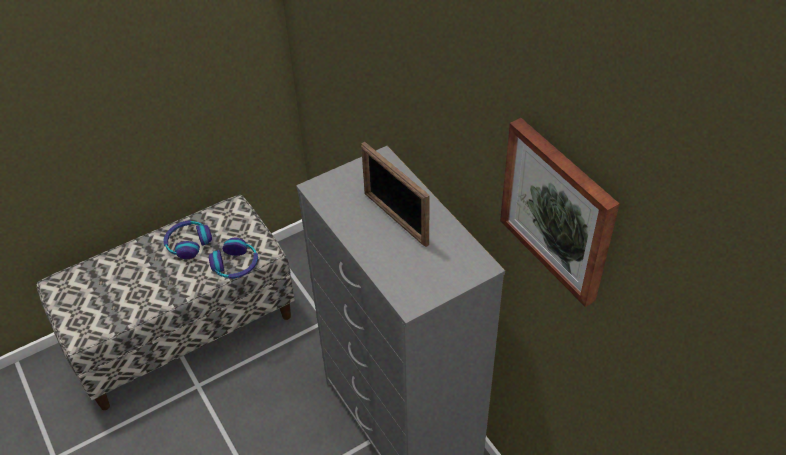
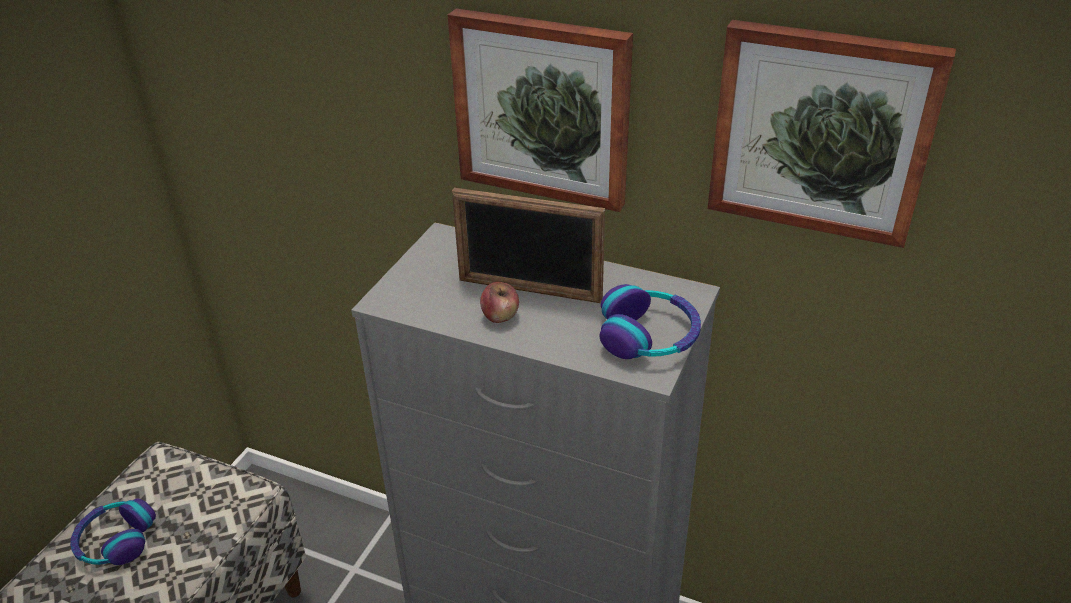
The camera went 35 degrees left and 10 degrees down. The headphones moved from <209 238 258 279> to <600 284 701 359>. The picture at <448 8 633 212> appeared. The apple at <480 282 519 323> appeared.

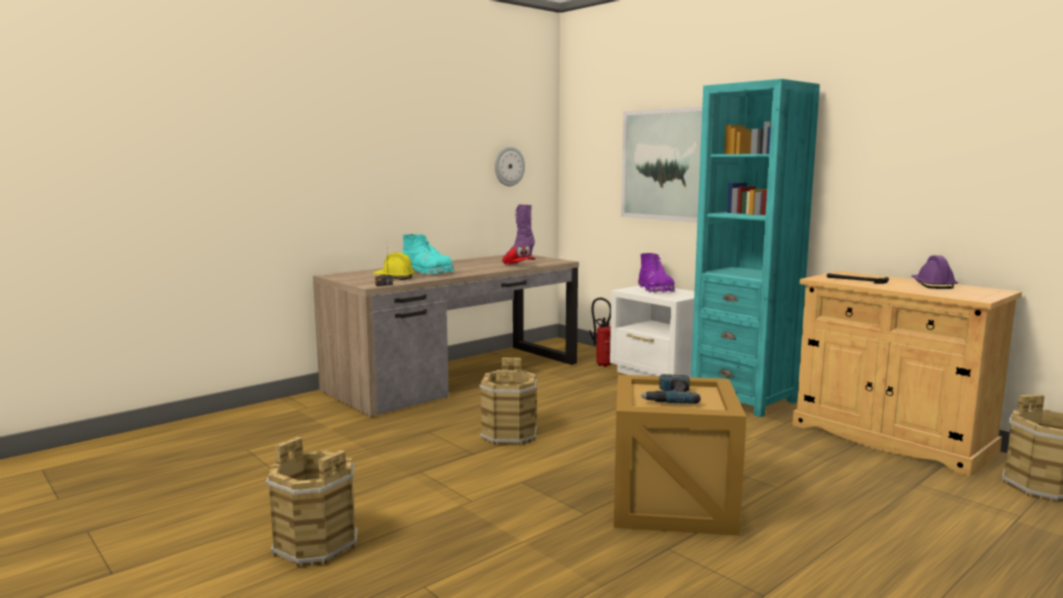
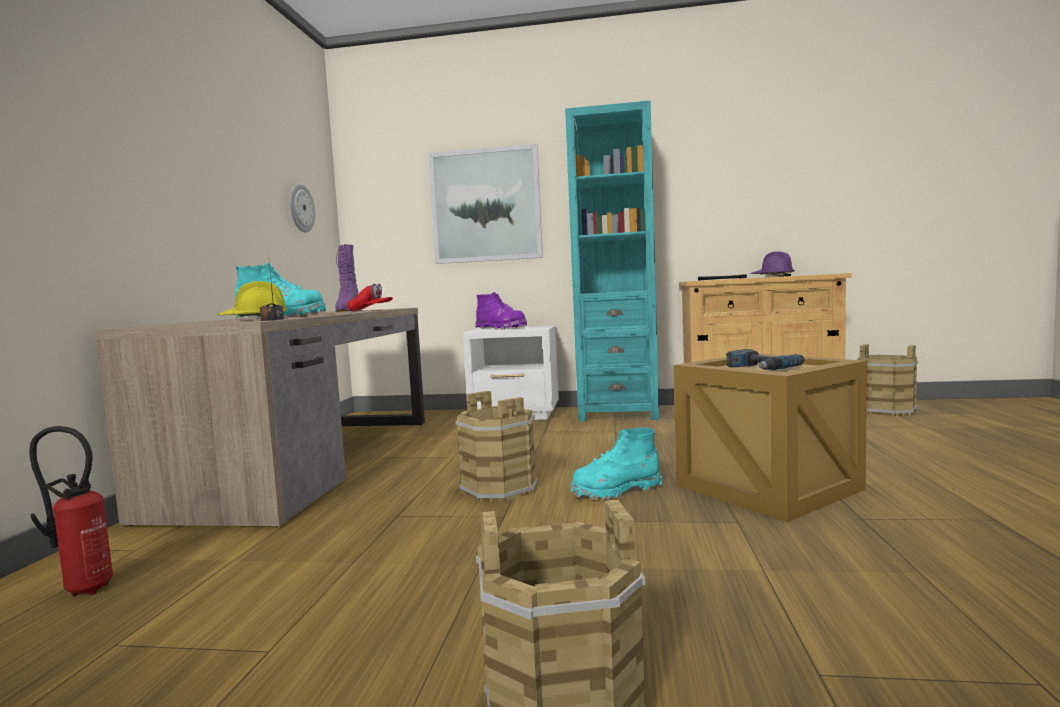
The camera went 40 degrees left and 5 degrees down. The fire extinguisher moved from <590 298 611 367> to <29 426 113 596>. The boot in turquoise at <571 427 662 500> appeared.

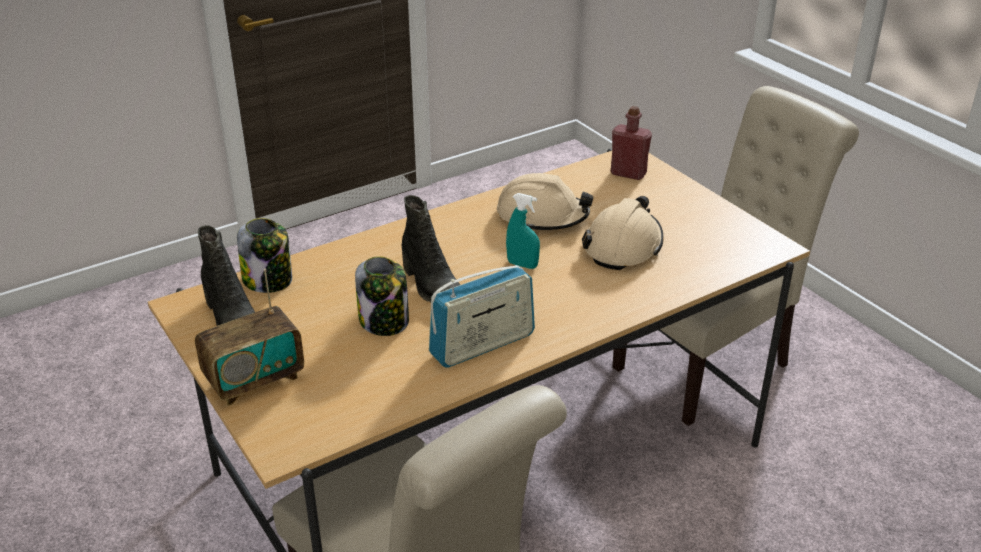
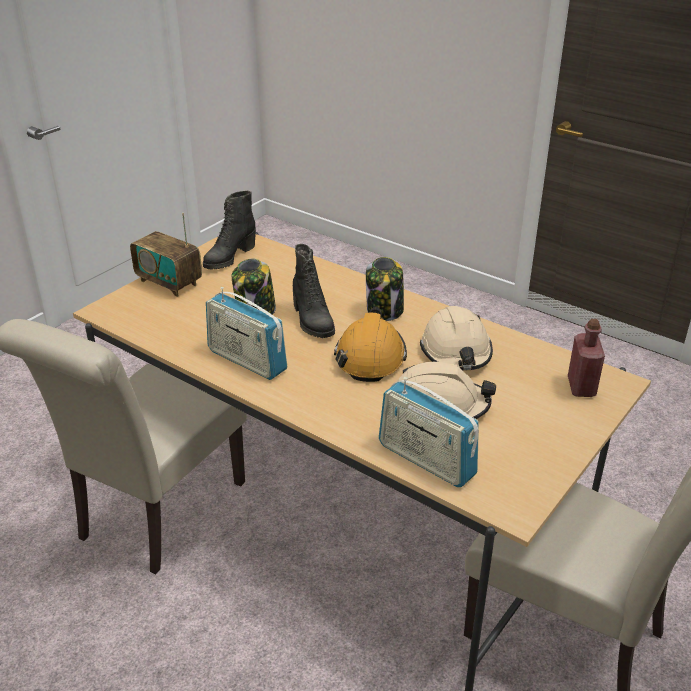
The camera went 70 degrees right and 0 degrees up. The jar moved from <237 218 292 293> to <366 257 404 321>. The boot in black at <402 195 460 303> turned 60 degrees counterclockwise. The spray bottle in turquoise at <506 193 540 269> was replaced by the hard hat in orange at <334 307 407 382>. The radio at <379 377 479 487> appeared.

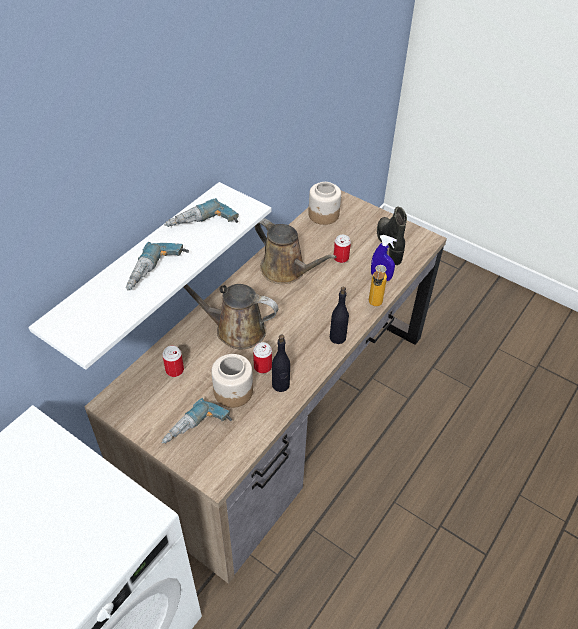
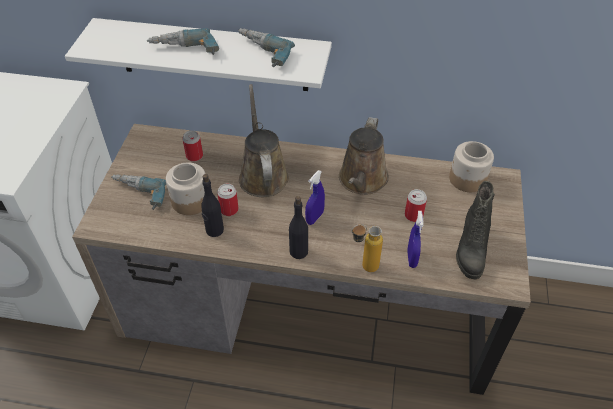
The camera went 65 degrees right and 0 degrees up. The boot in black at <377 206 407 265> turned 135 degrees clockwise. The spray bottle in blue at <305 170 325 225> appeared.

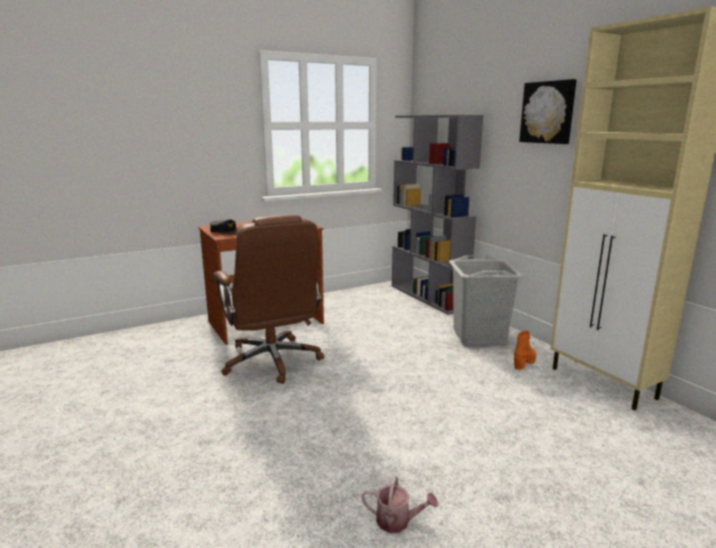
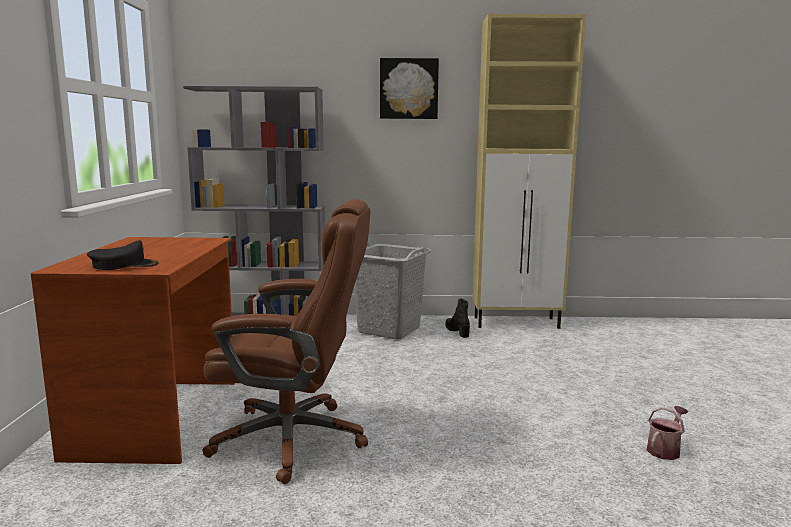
The camera went 60 degrees left and 5 degrees down. The boot in orange at <514 331 536 370> became the boot in black at <445 298 470 338>.

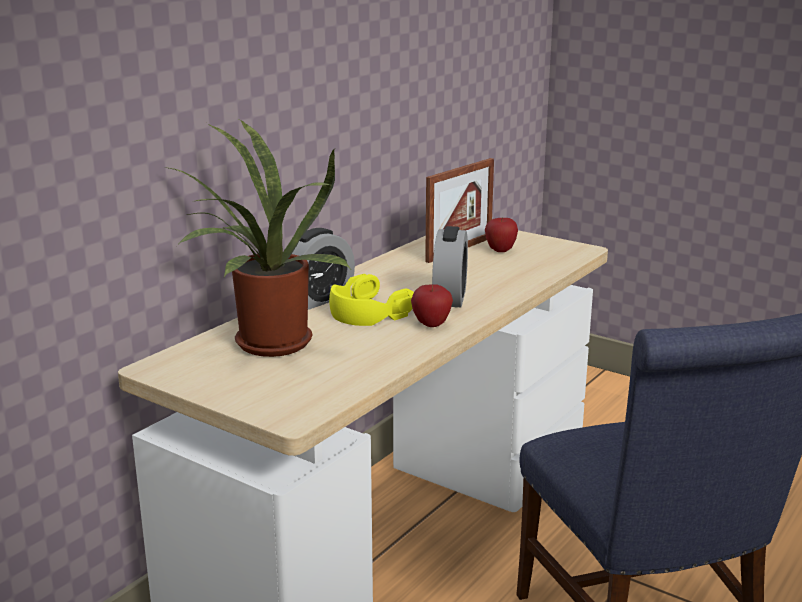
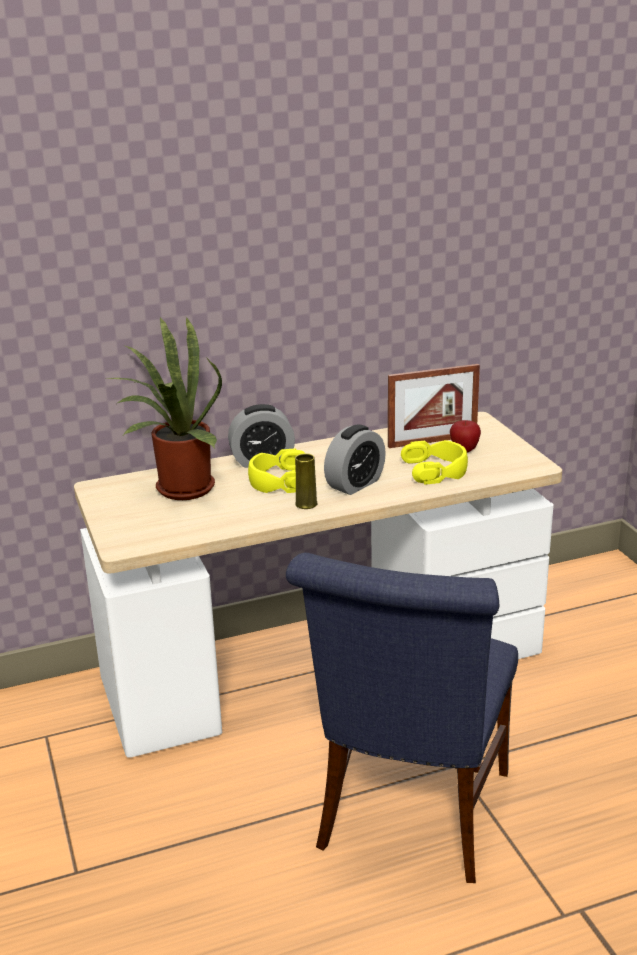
The camera went 35 degrees right and 5 degrees up. The apple at <411 285 453 327> was replaced by the vase in yellow at <295 453 318 509>. The headphones in yellow at <401 440 468 484> appeared.

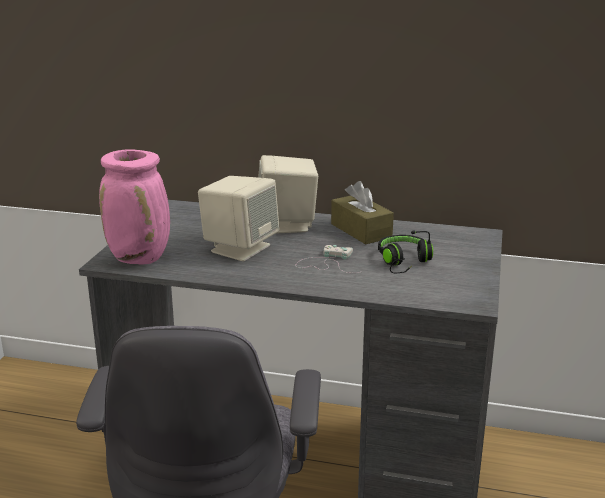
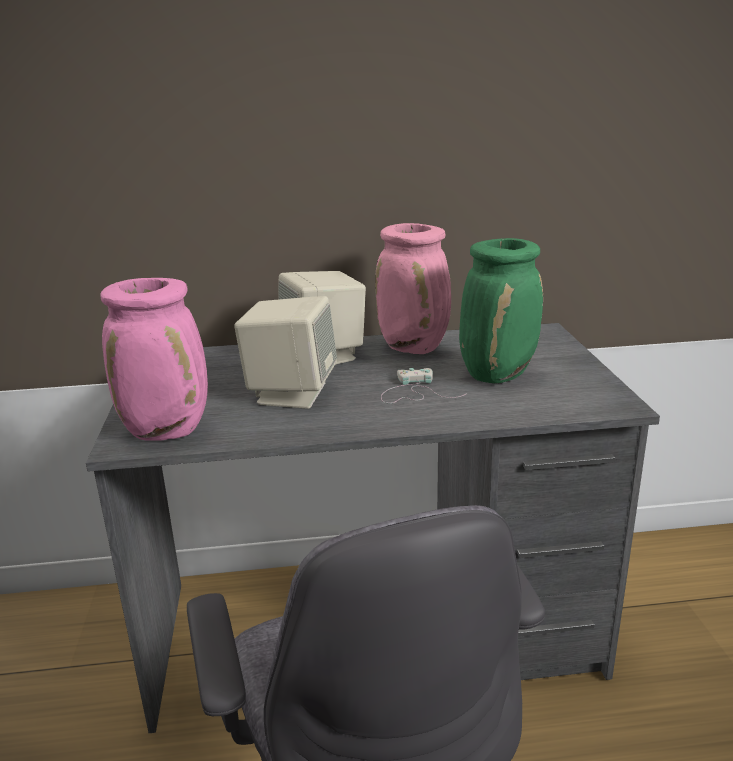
The camera went 20 degrees left and 0 degrees up. The tissue box in brown at <331 181 394 244> was replaced by the vase in pink at <375 223 451 354>. The headphones in black at <378 231 433 273> was replaced by the vase in green at <459 238 543 383>.

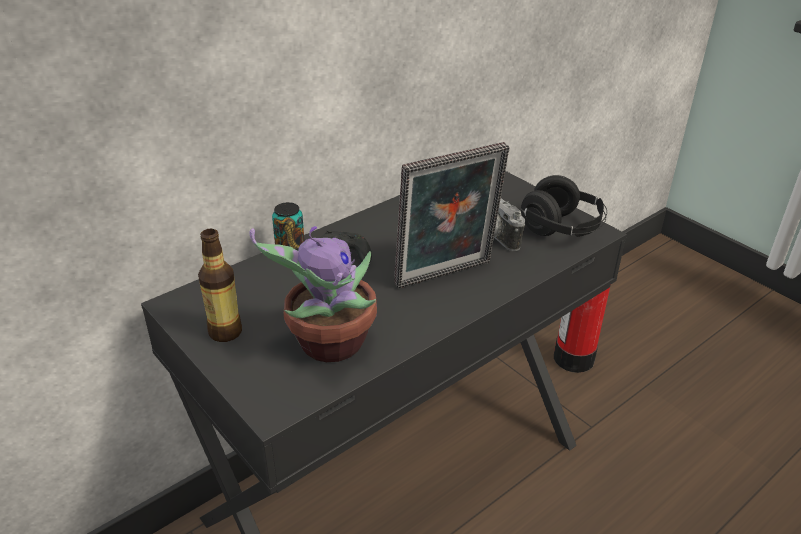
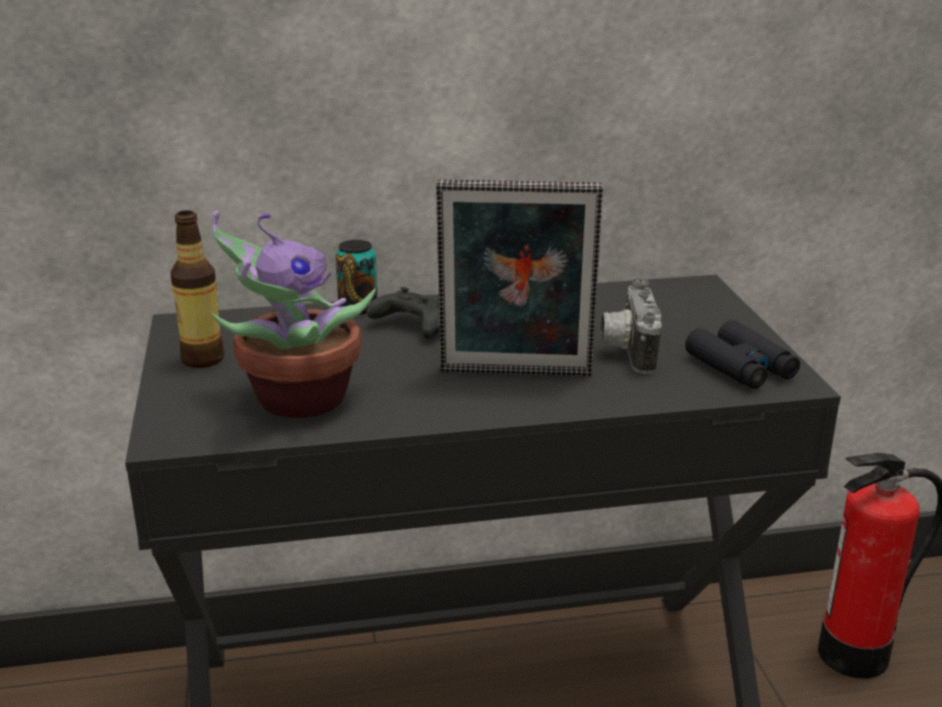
The camera went 30 degrees right and 10 degrees down. The headphones in black at <520 175 607 237> was replaced by the binoculars in black at <685 320 800 389>.

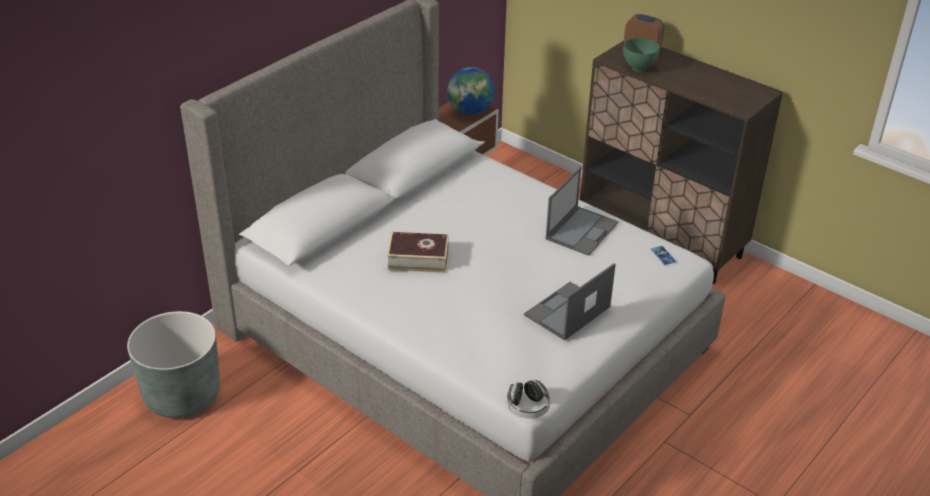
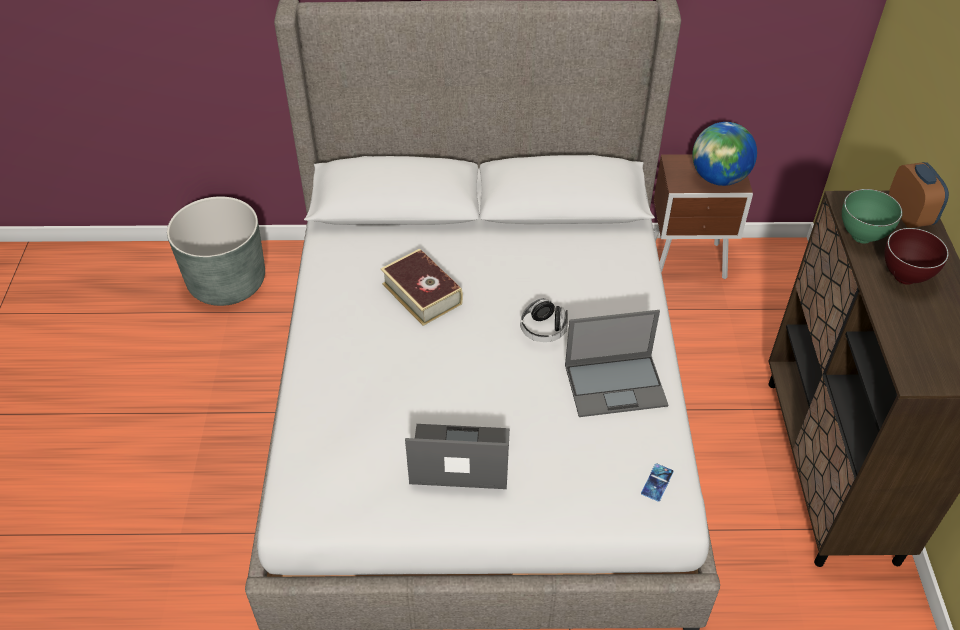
The camera went 50 degrees right and 10 degrees up. The headphones moved from <507 380 551 419> to <520 298 568 342>. The bowl in brown at <884 228 949 285> appeared.

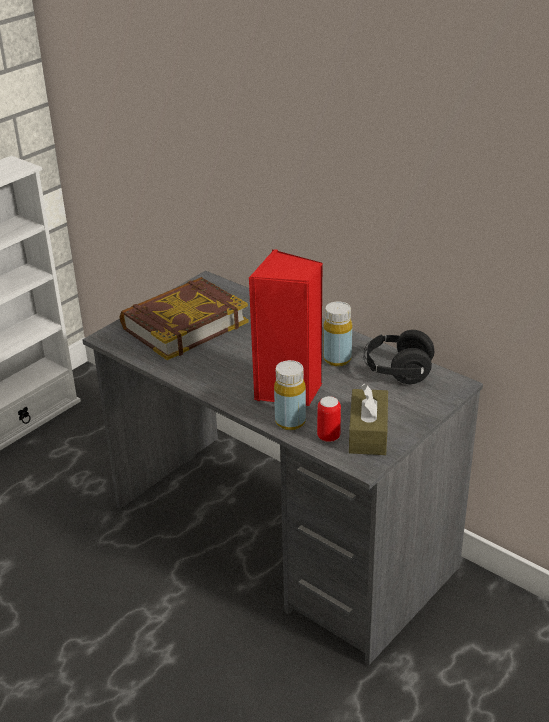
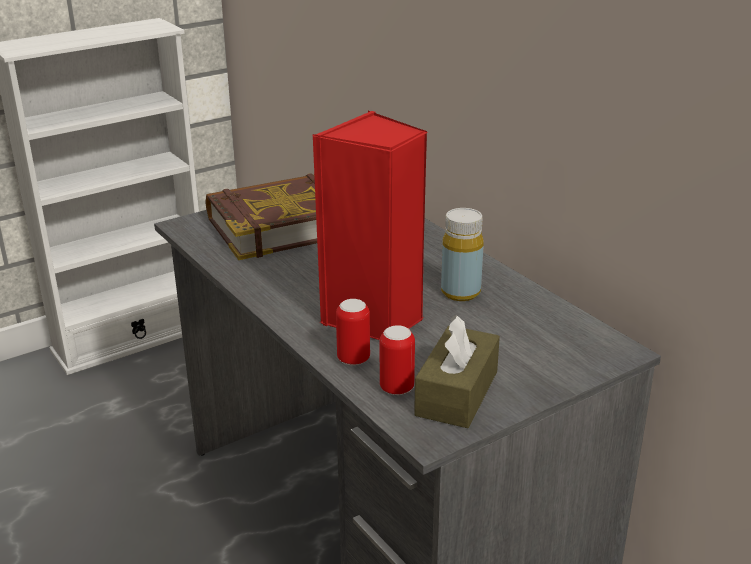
The camera went 15 degrees right and 5 degrees down. The bottle in yellow at <274 360 306 430> was replaced by the can at <336 299 370 365>. The headphones in black at <364 330 434 384> disappeared.

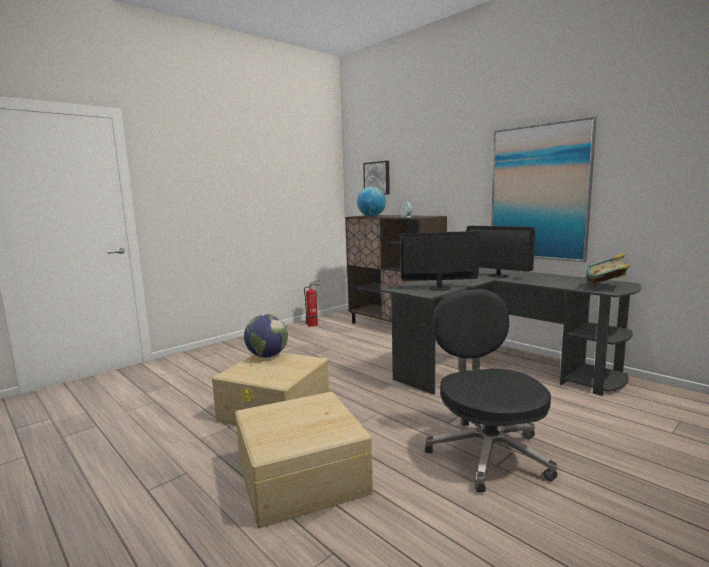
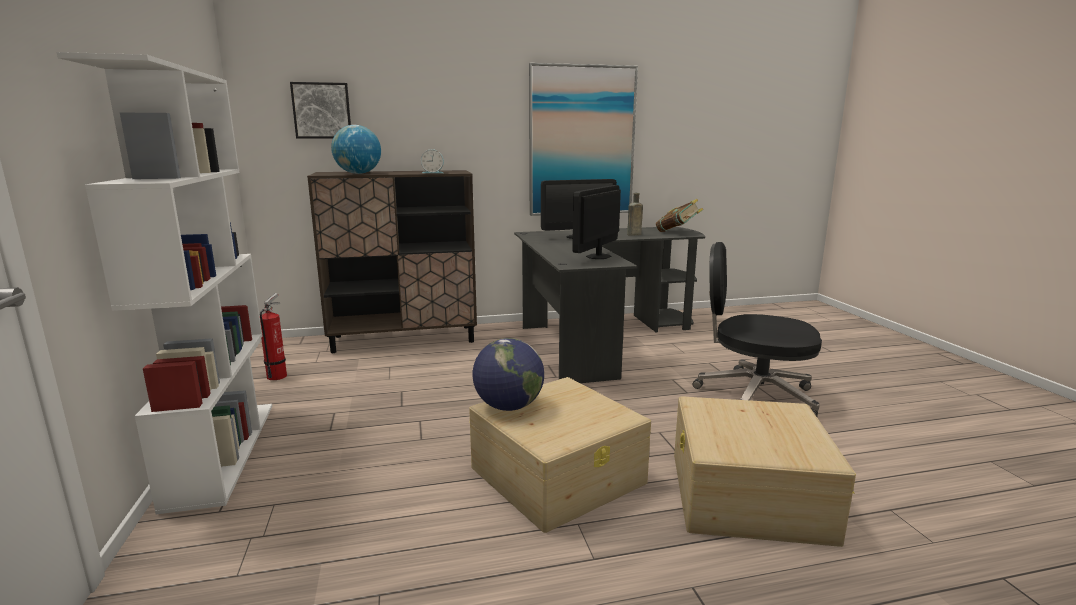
The camera went 60 degrees left and 5 degrees up. The bookcase in white at <57 52 272 514> appeared. The bottle in brown at <627 193 643 236> appeared.

